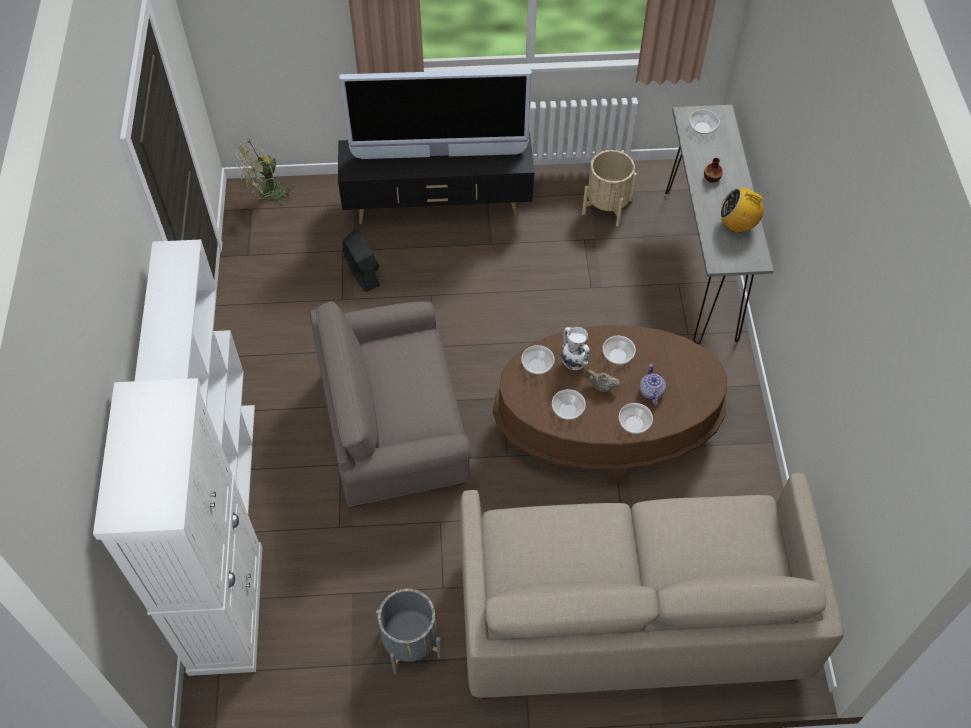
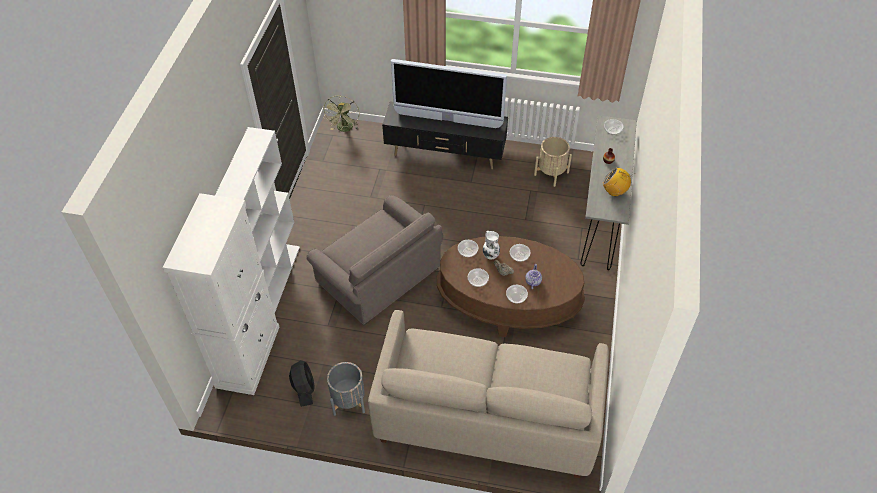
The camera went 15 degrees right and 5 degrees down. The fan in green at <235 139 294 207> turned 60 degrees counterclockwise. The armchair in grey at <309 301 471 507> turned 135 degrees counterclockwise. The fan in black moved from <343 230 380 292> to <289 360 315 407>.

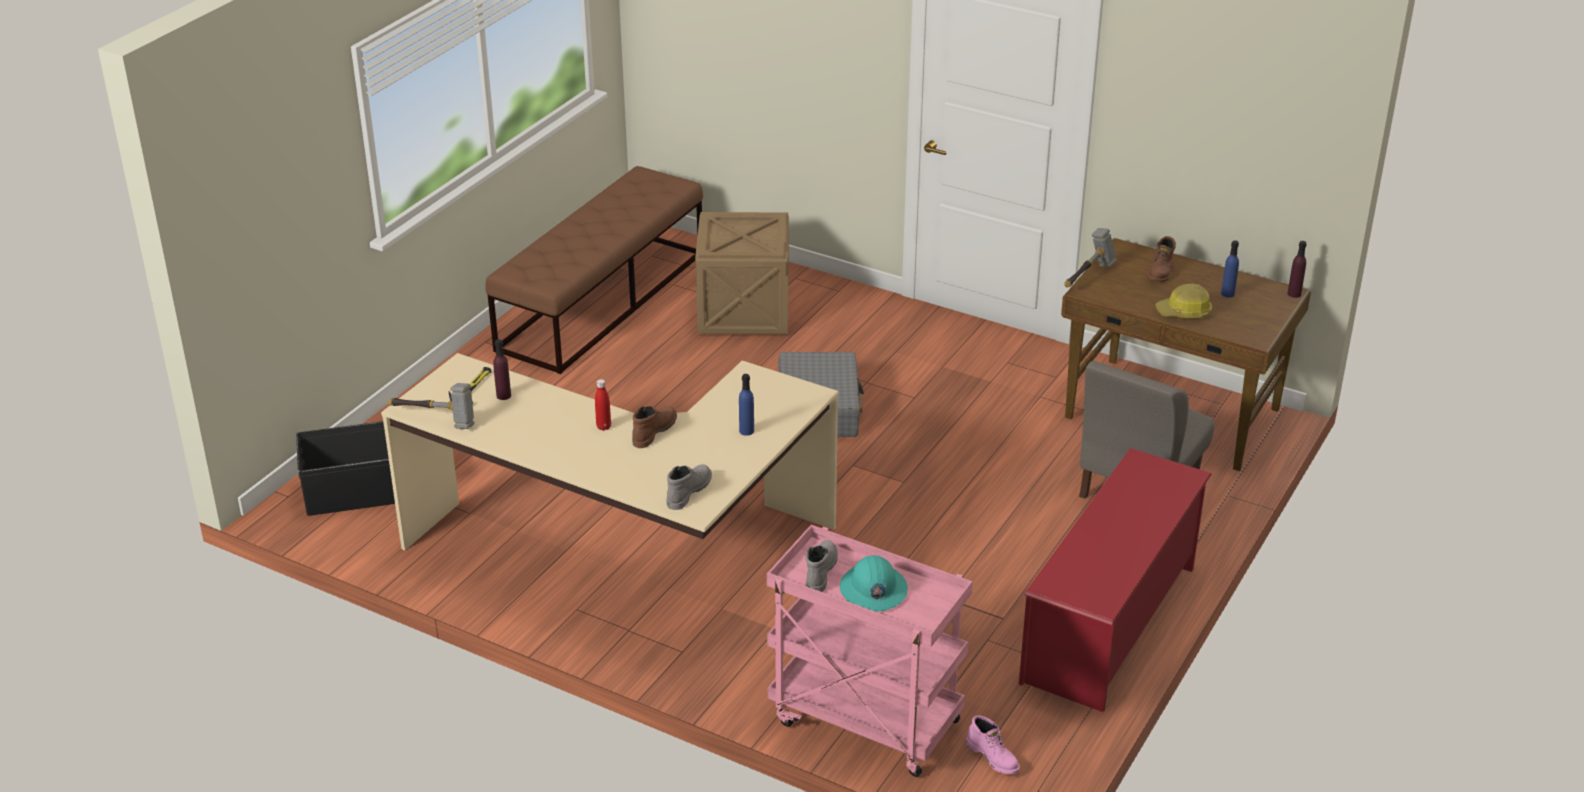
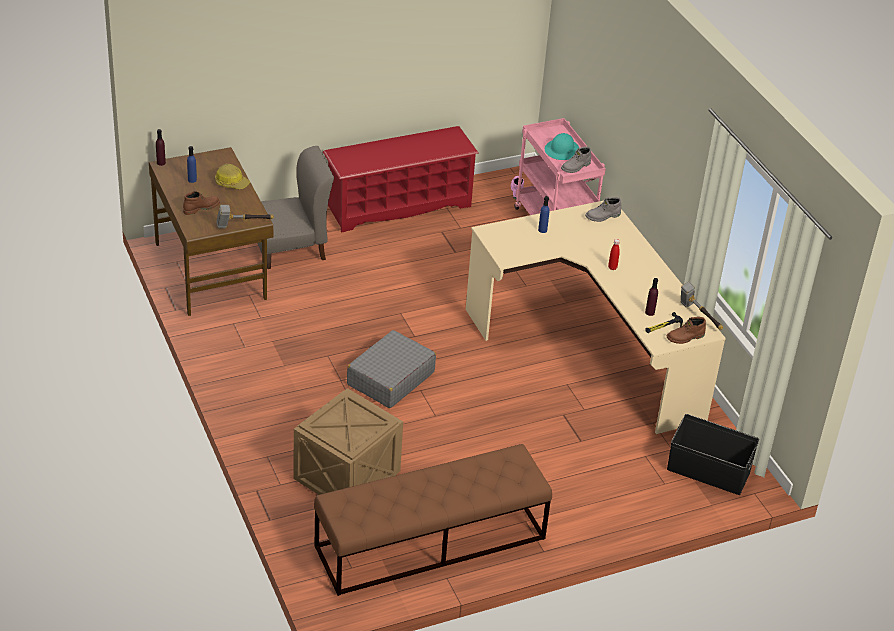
The camera went 145 degrees left and 5 degrees up. The boot in brown moved from <632 406 677 448> to <666 317 706 344>.

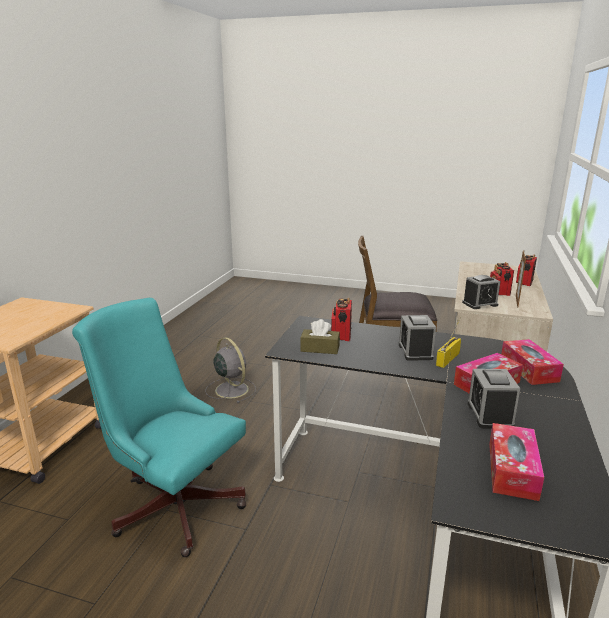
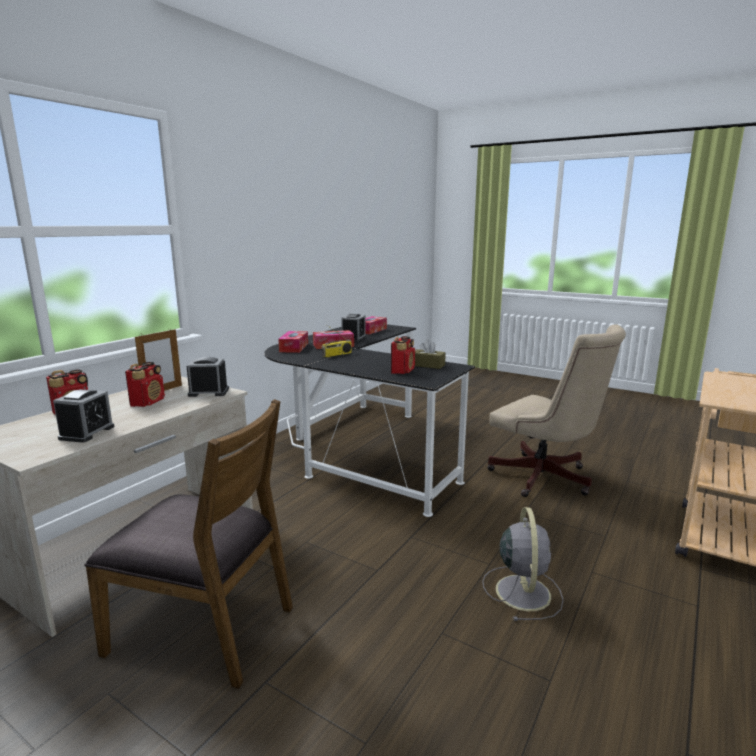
The camera went 165 degrees left and 5 degrees down. The office chair in turquoise at <72 298 246 557> became the office chair in beige at <487 324 626 497>. The fan in grey at <205 337 256 403> turned 150 degrees counterclockwise. The alarm clock moved from <399 315 436 361> to <53 389 114 443>.

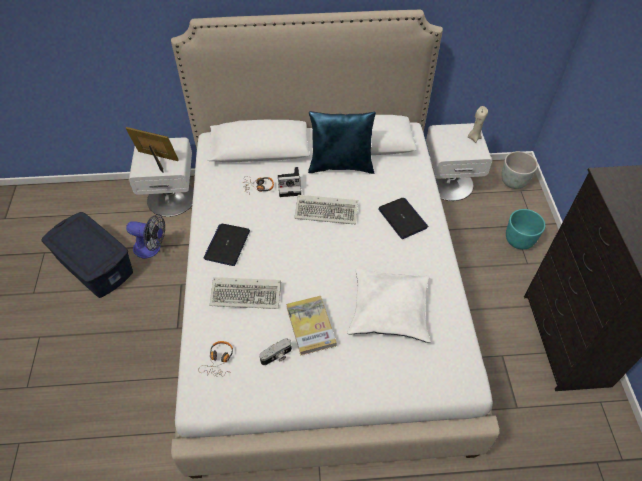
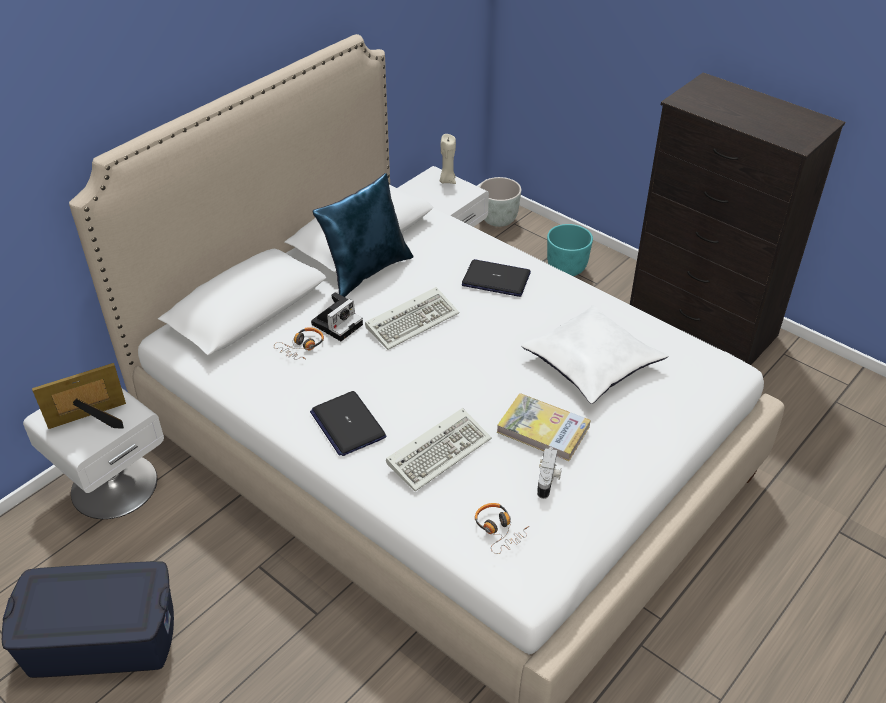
The camera went 45 degrees left and 10 degrees down. The fan at <126 214 165 258> disappeared.

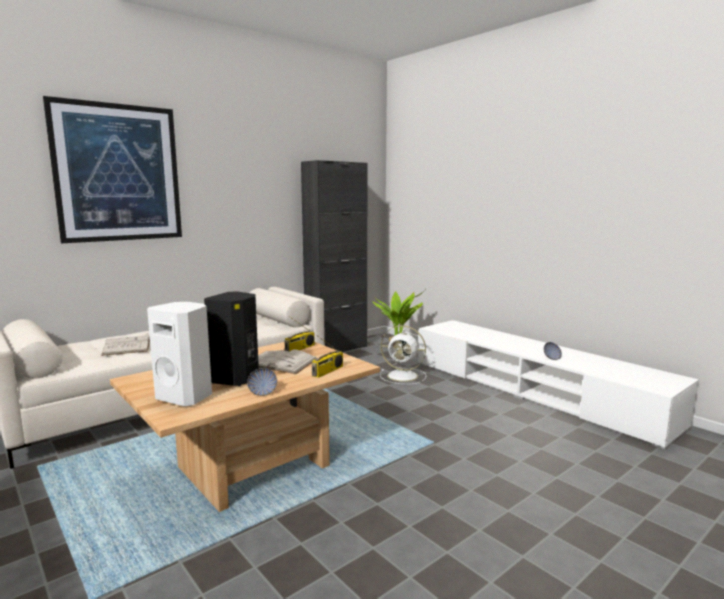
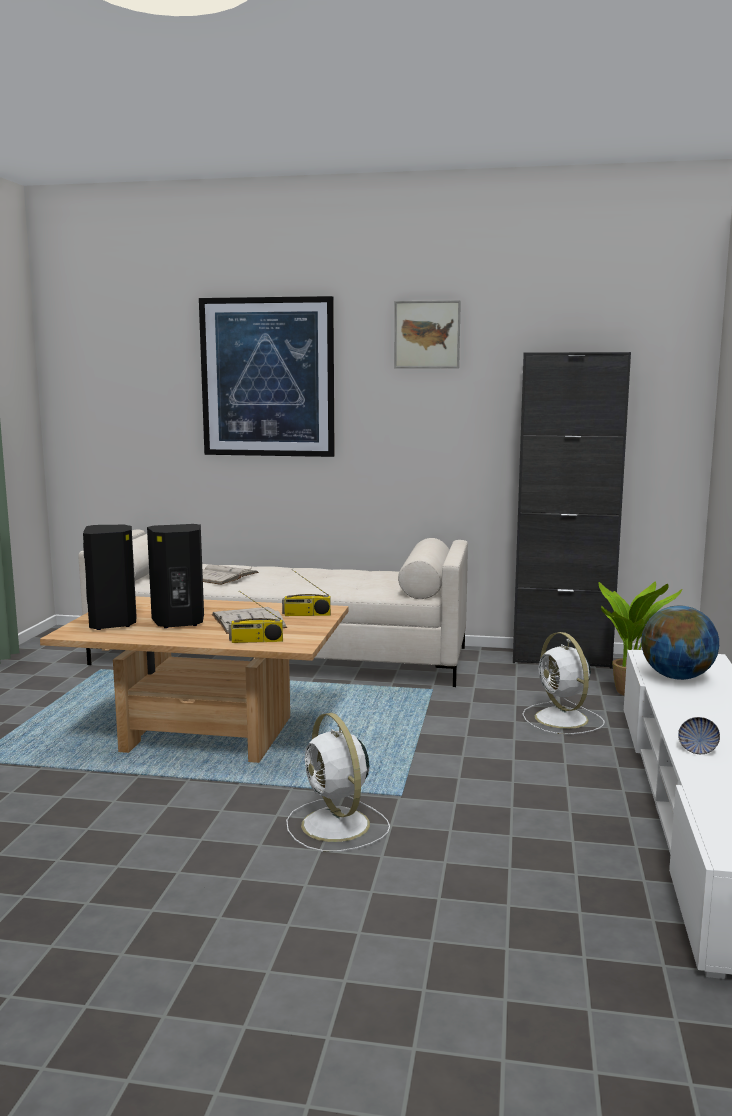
The camera went 50 degrees right and 0 degrees up. The speaker in white at <147 302 212 406> became the speaker in black at <83 525 137 630>. The bowl at <247 368 277 396> disappeared. The fan in white at <286 713 390 852> appeared. The picture at <394 300 461 368> appeared. The globe at <641 605 719 680> appeared.

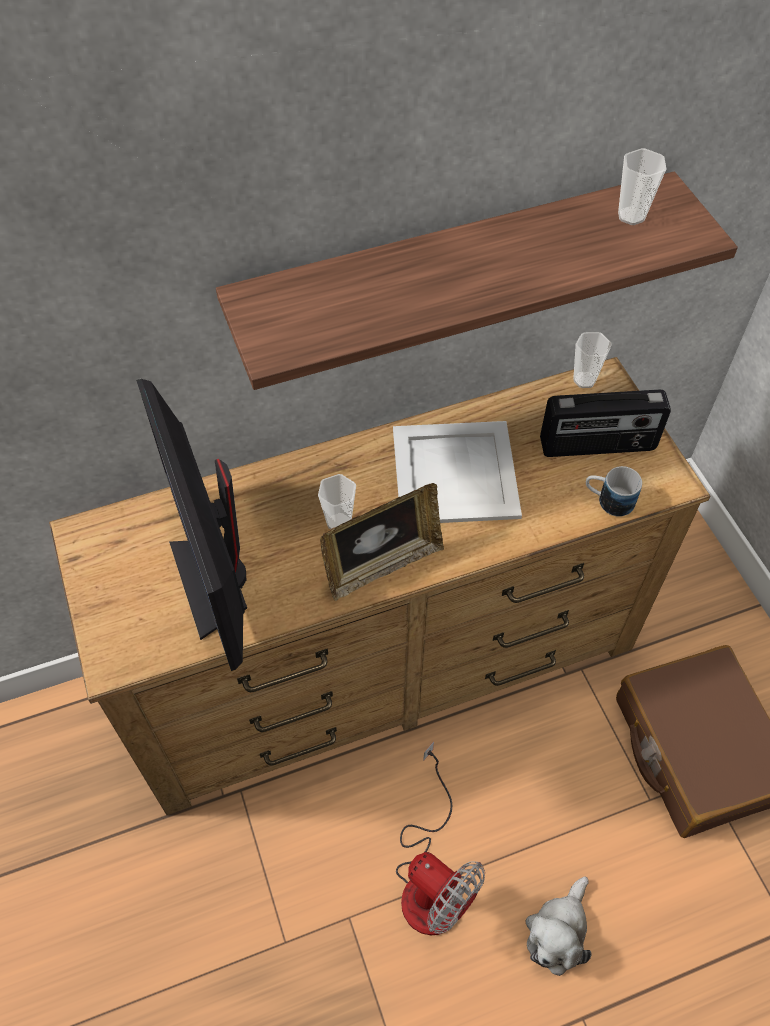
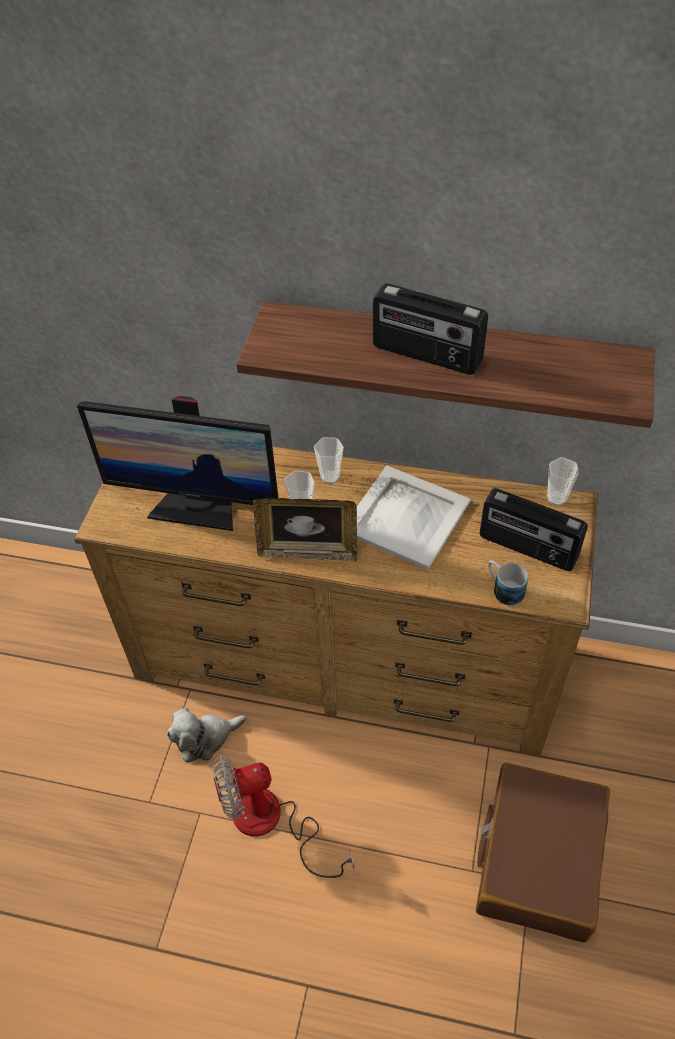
The camera went 35 degrees right and 5 degrees down. The monitor at <136 379 247 671> turned 90 degrees counterclockwise. The fan at <396 741 485 935> turned 90 degrees clockwise. The plush toy moved from <526 876 592 976> to <167 708 247 762>. The cup moved from <618 148 666 225> to <314 437 344 484>. The radio at <373 283 488 375> appeared.

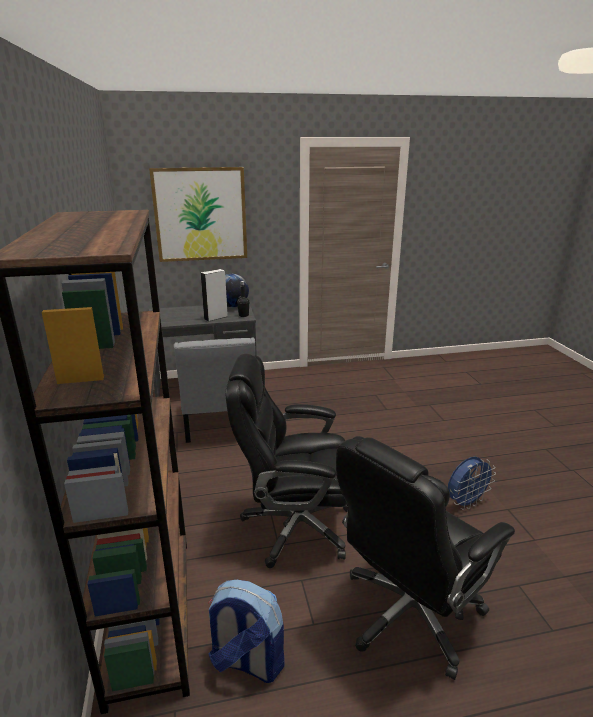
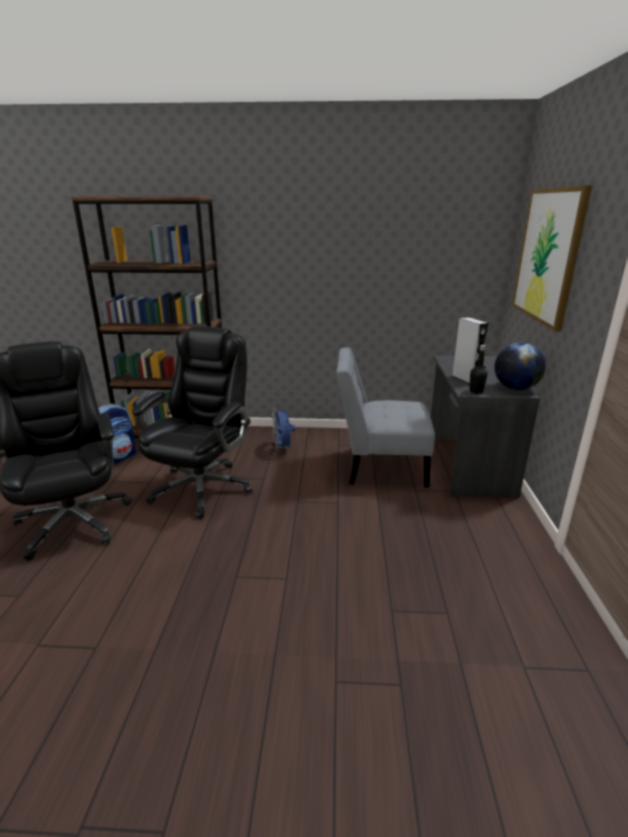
The camera went 105 degrees right and 0 degrees up. The fan in blue moved from <448 457 496 510> to <271 408 295 452>.

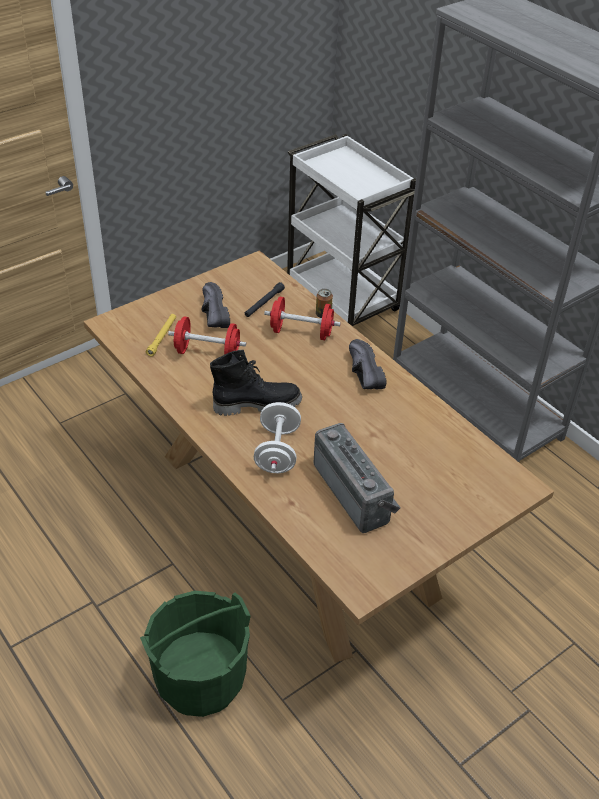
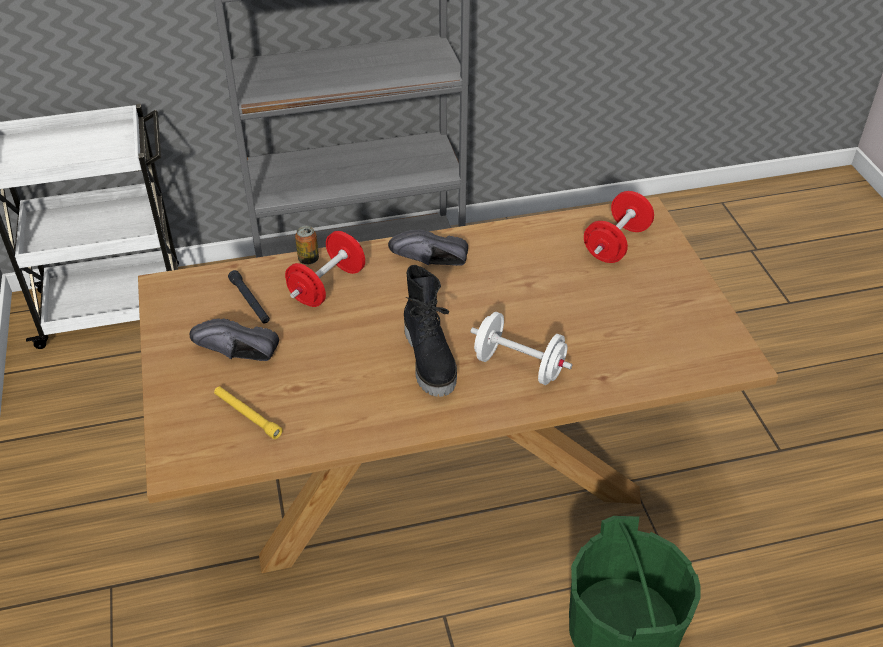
The camera went 65 degrees left and 0 degrees up. The dumbbell in red moved from <168 316 246 355> to <584 191 654 263>. The boot in black at <210 350 302 416> turned 150 degrees clockwise. The radio at <314 423 401 533> disappeared.

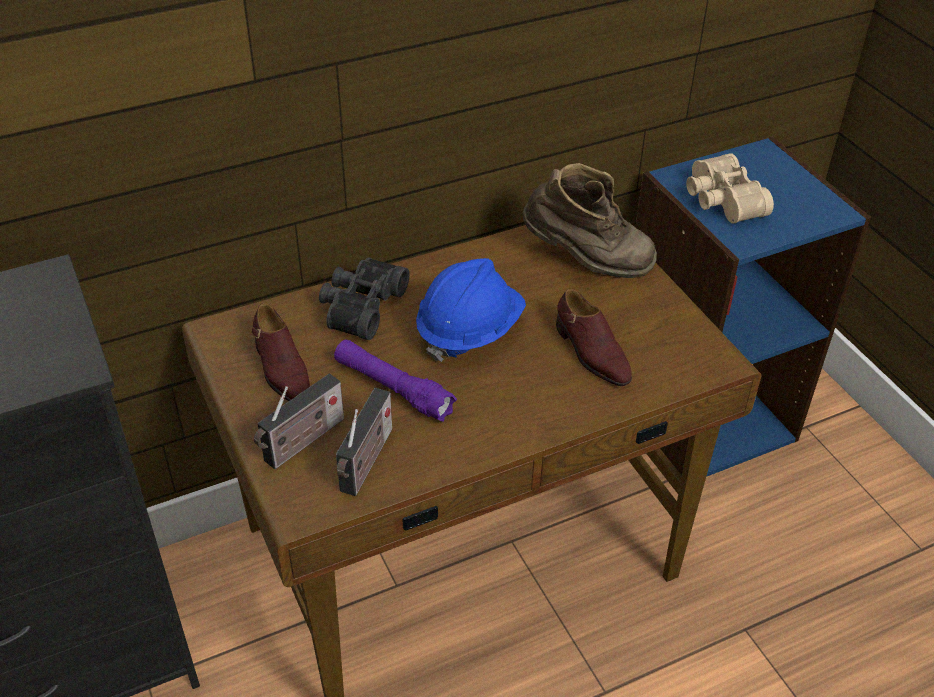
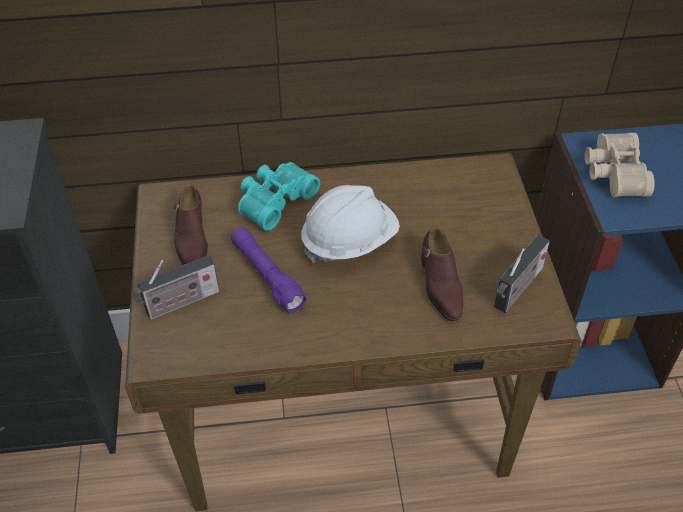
The camera went 20 degrees right and 5 degrees up. The binoculars in black at <319 258 409 340> became the binoculars in turquoise at <238 162 320 231>. The radio moved from <336 388 392 496> to <494 234 550 313>. The hard hat in blue at <416 258 526 362> became the hard hat in white at <301 185 400 263>. The boot in brown at <522 163 657 278> disappeared.

